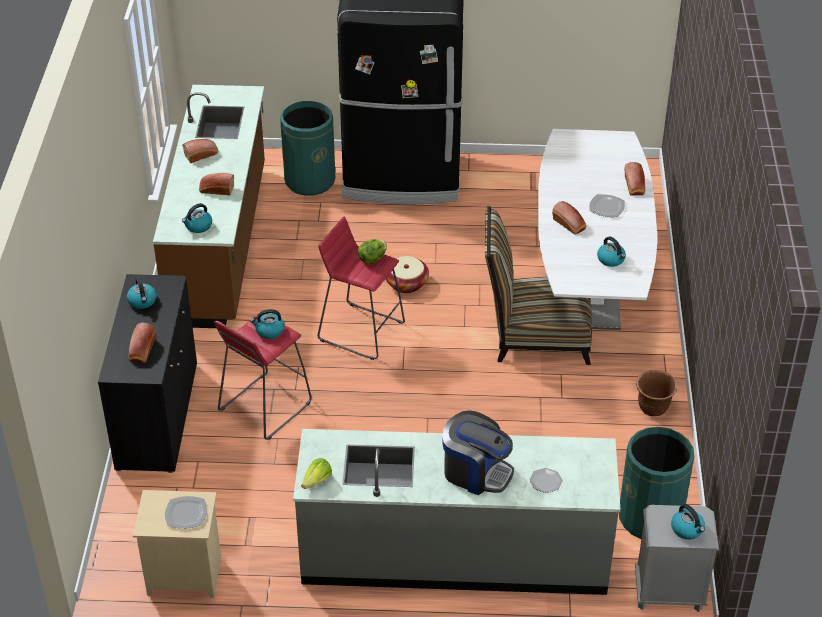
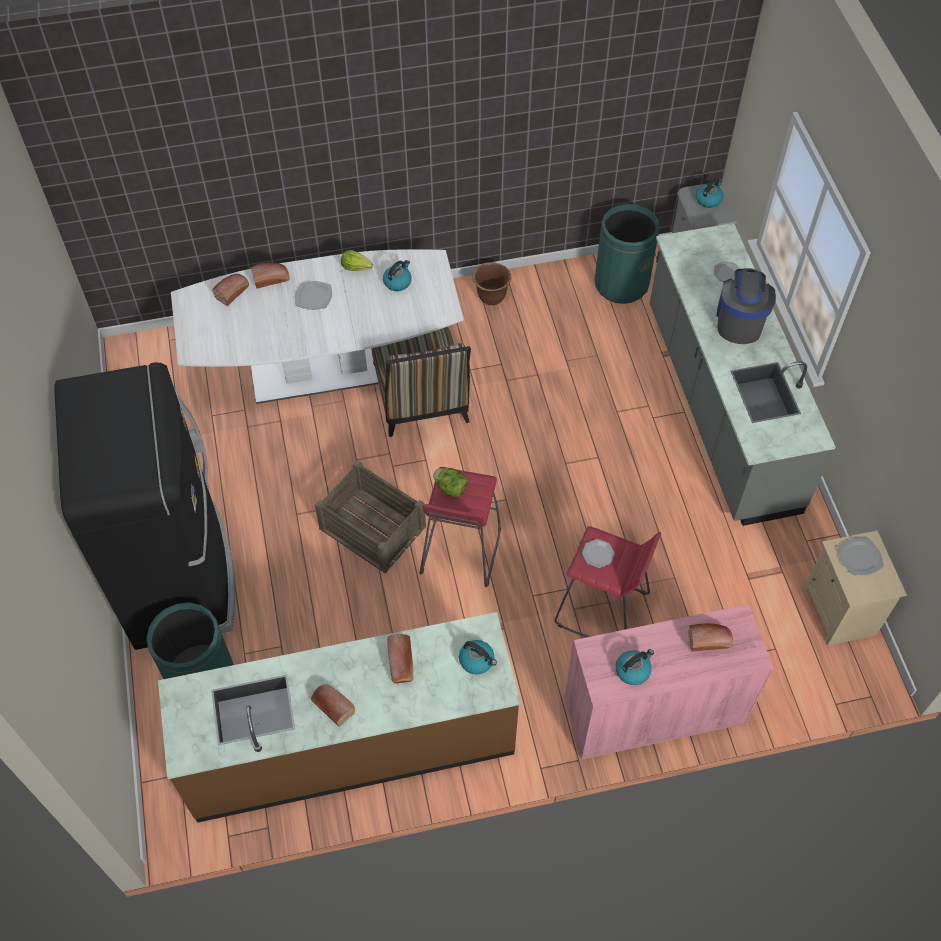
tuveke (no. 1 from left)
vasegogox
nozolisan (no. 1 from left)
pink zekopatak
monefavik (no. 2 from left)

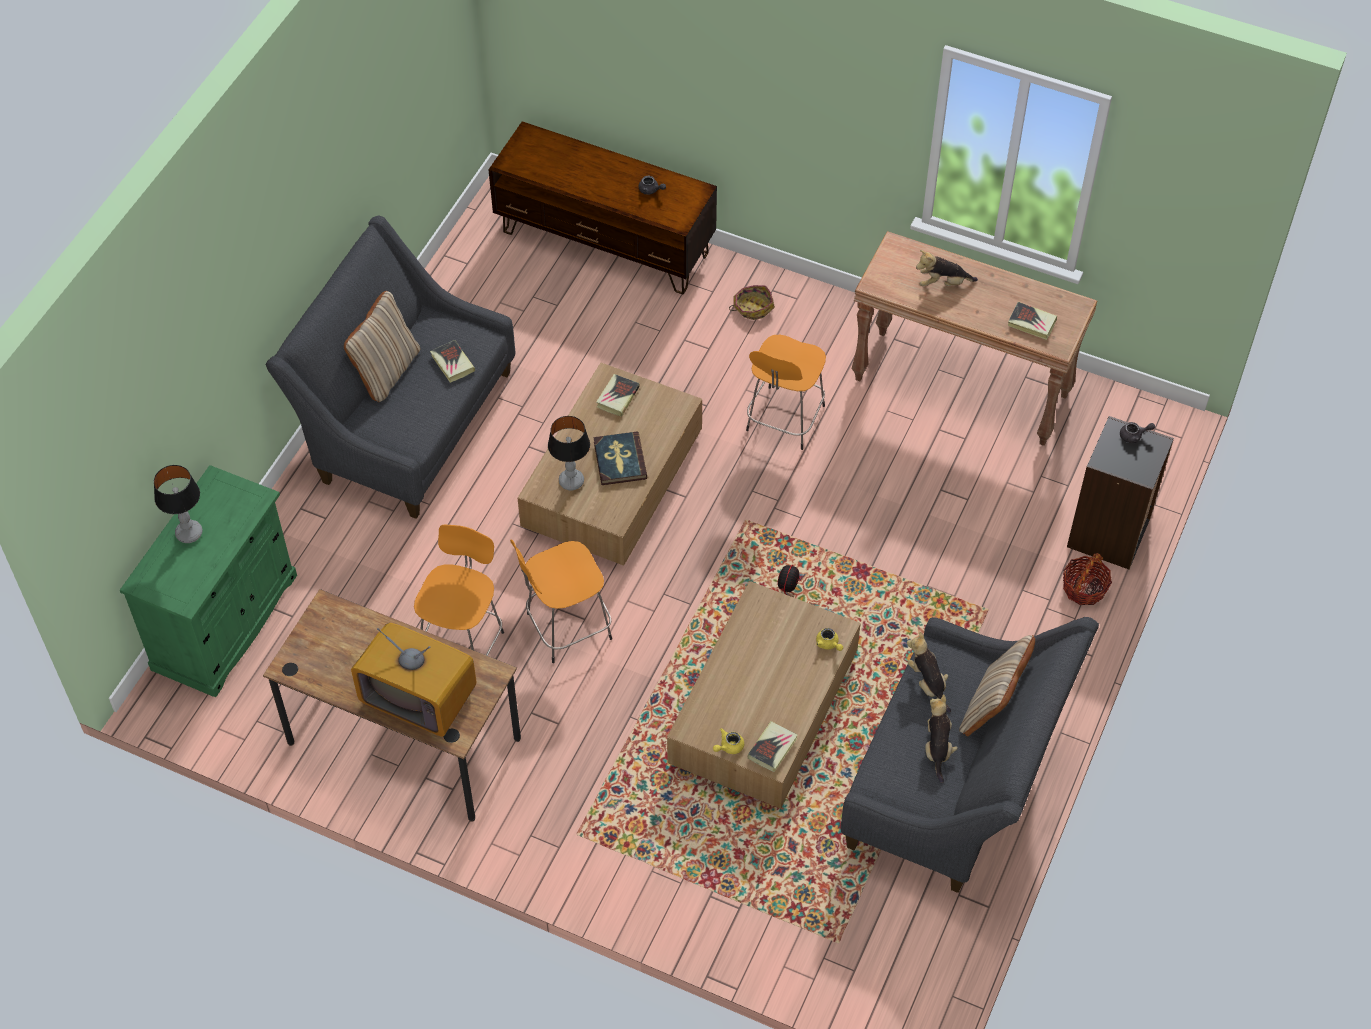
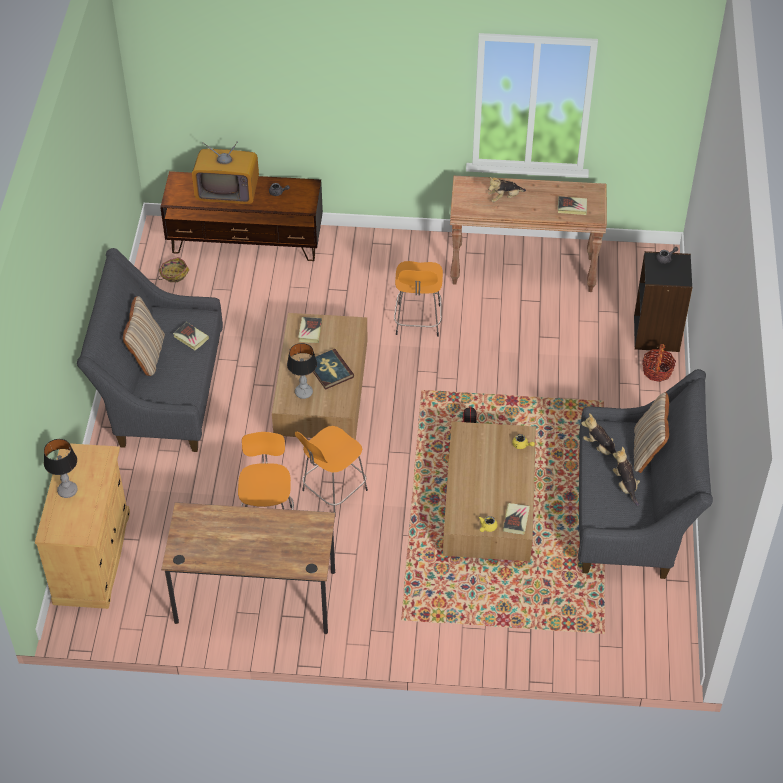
beige zekopatak
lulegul (no. 1 from left)
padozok

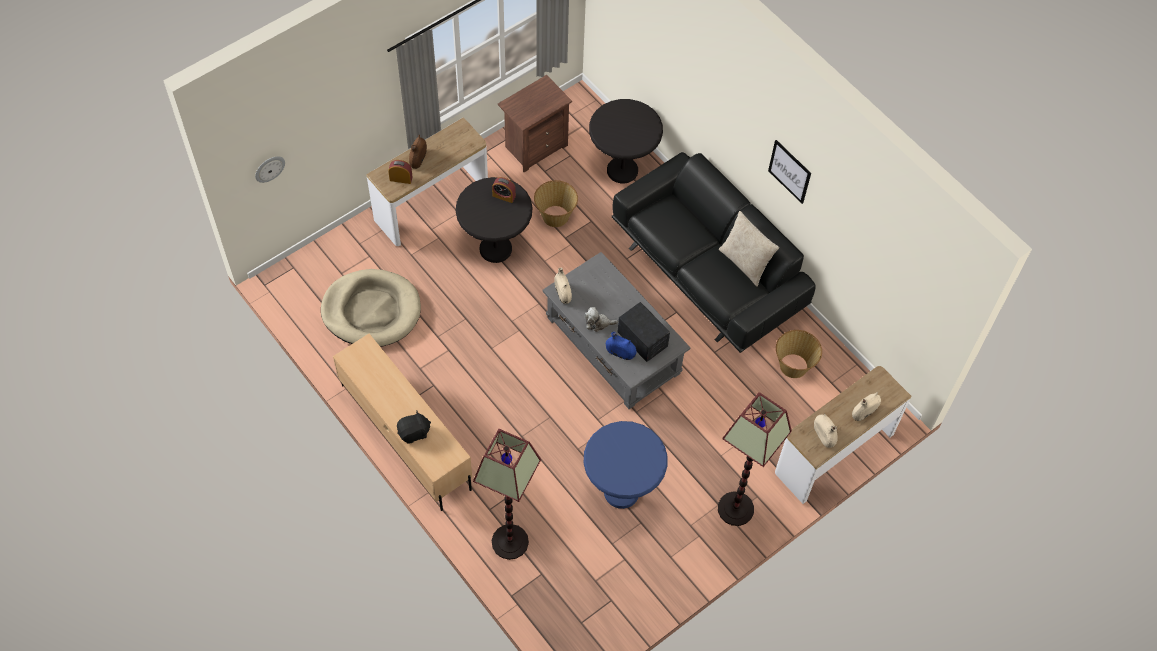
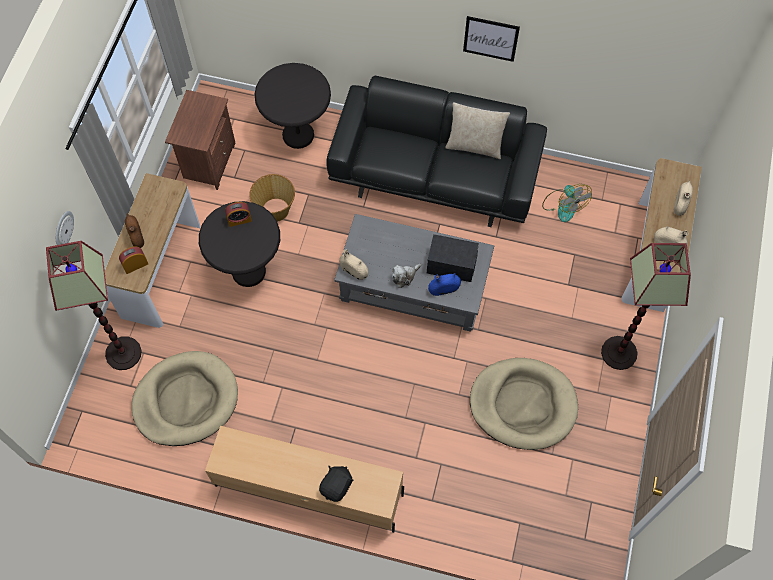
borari (no. 1 from left)
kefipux
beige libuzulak (no. 2 from left)
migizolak

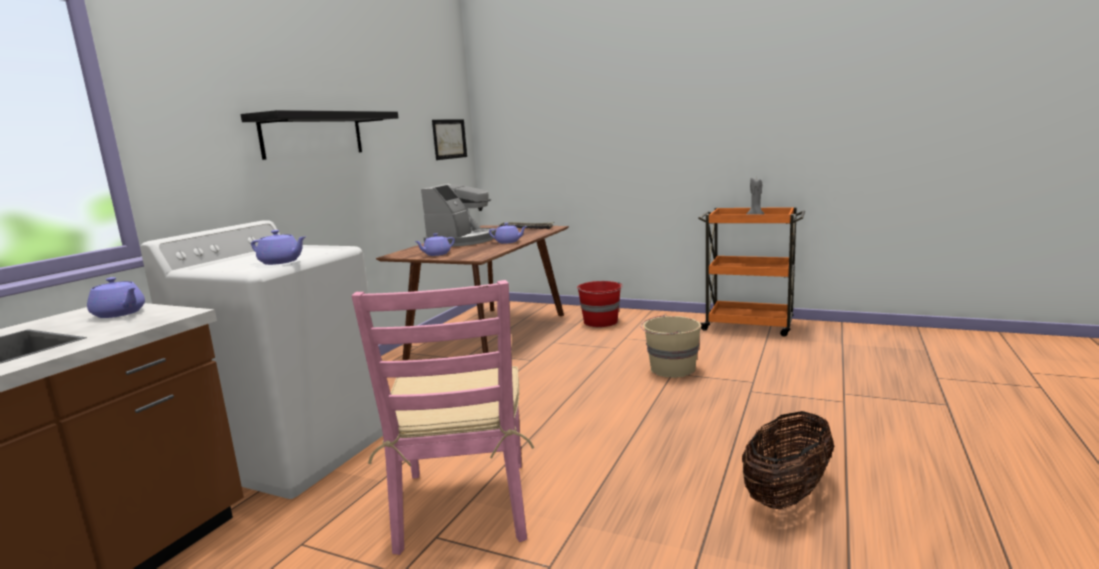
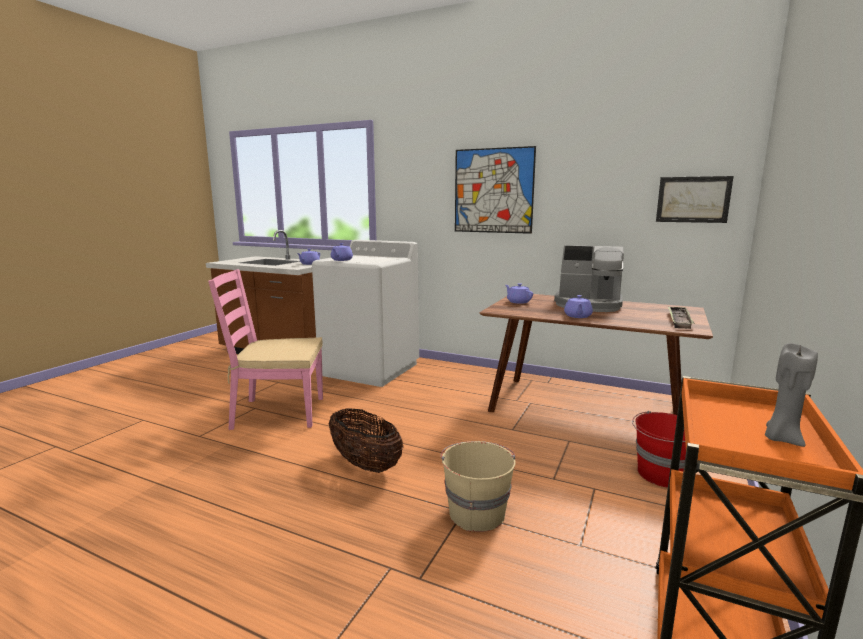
lulegul
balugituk (no. 1 from left)

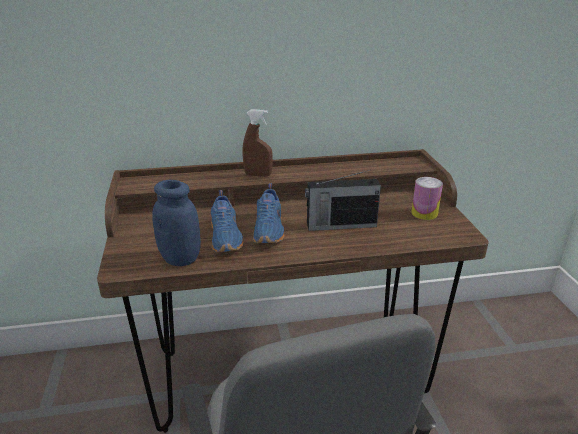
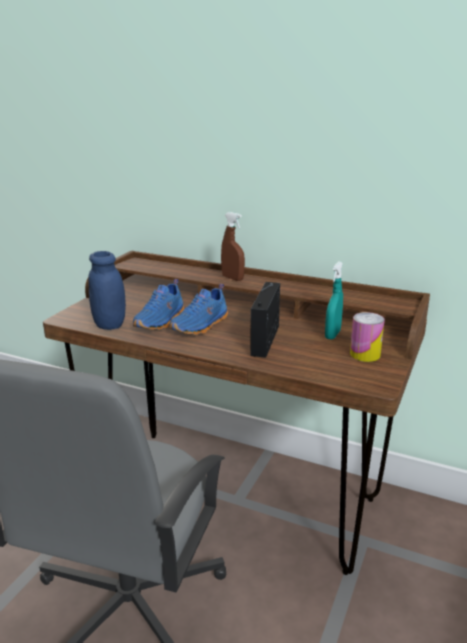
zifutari
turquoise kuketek

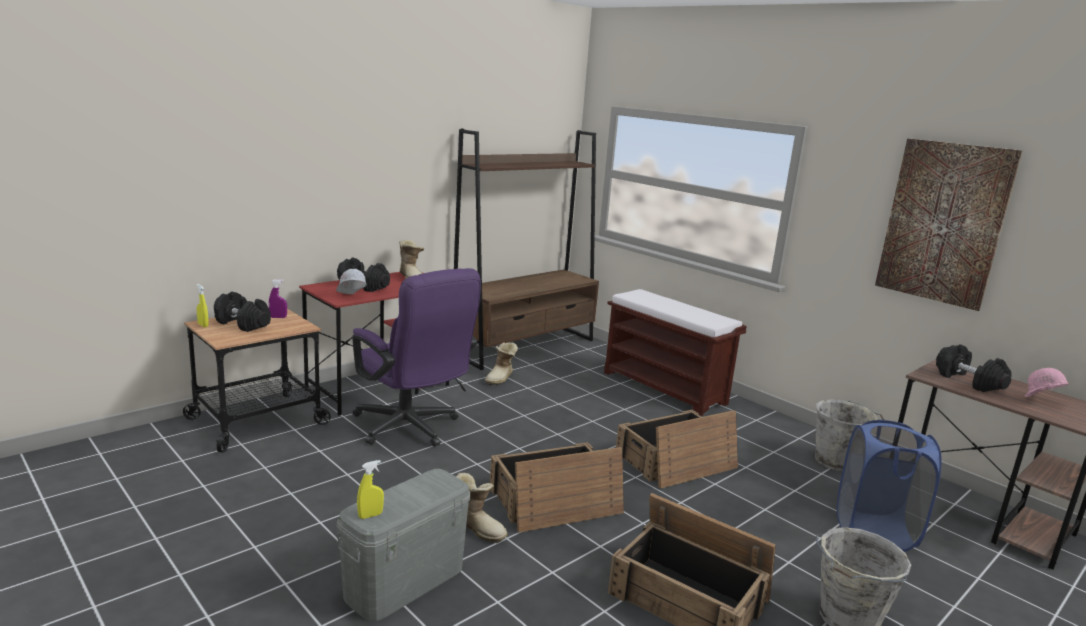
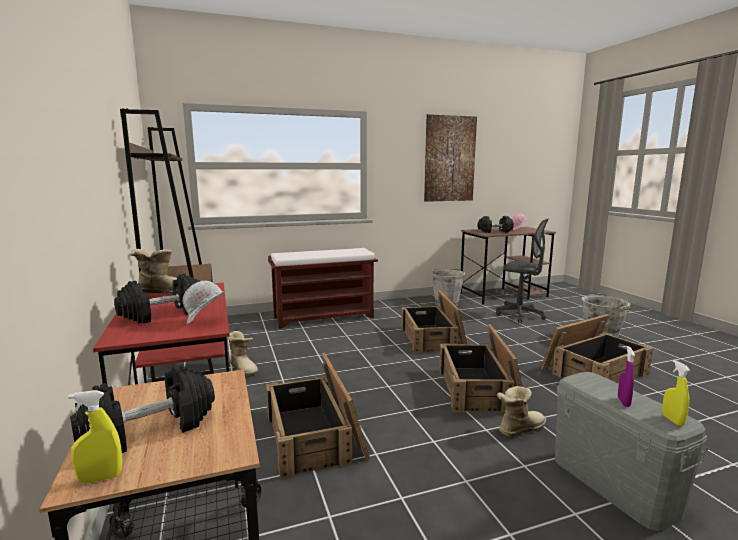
vasegogox (no. 1 from left)
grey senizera
purple kuketek

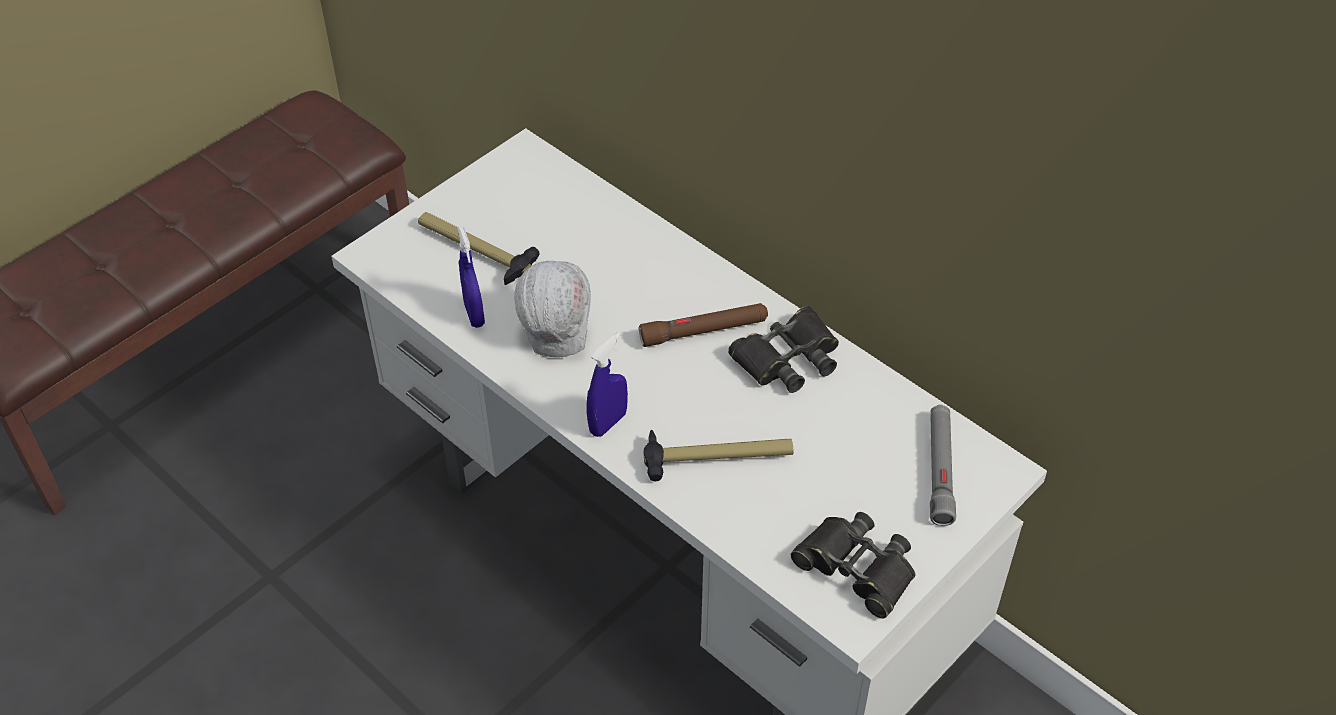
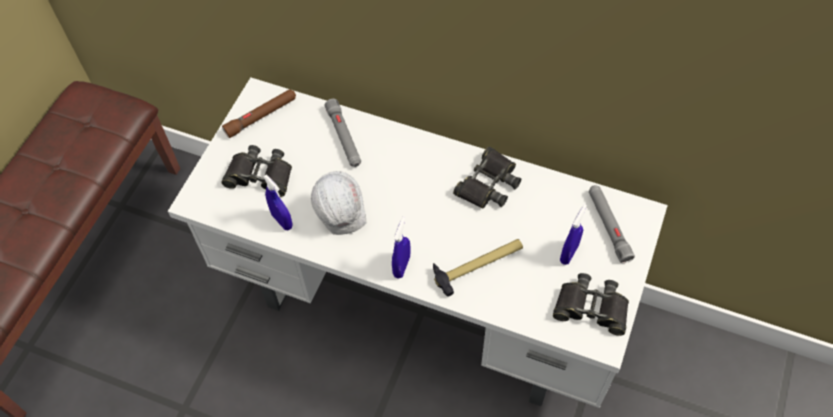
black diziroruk (no. 1 from left)
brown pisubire
grey pisubire (no. 1 from left)
blue kuketek (no. 3 from left)

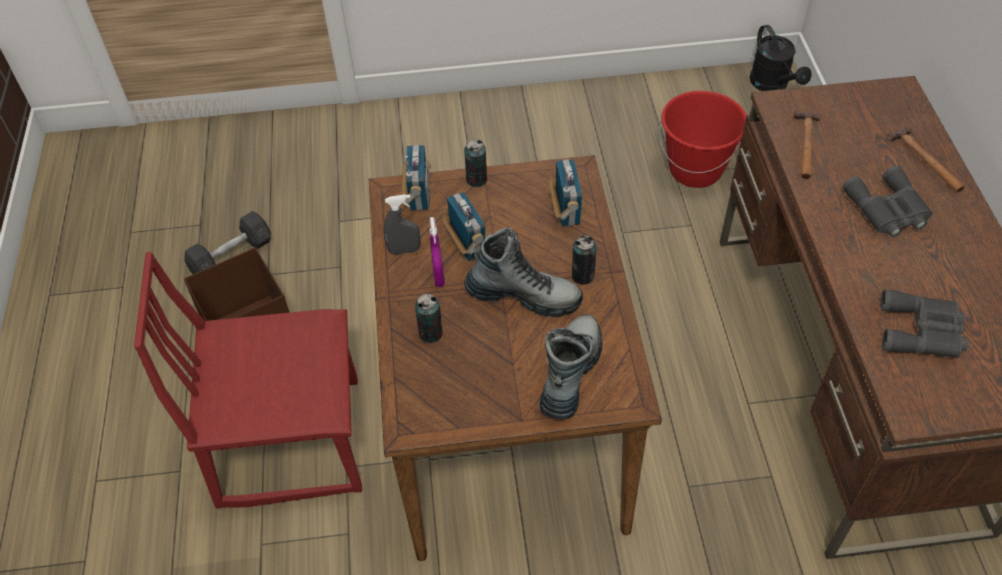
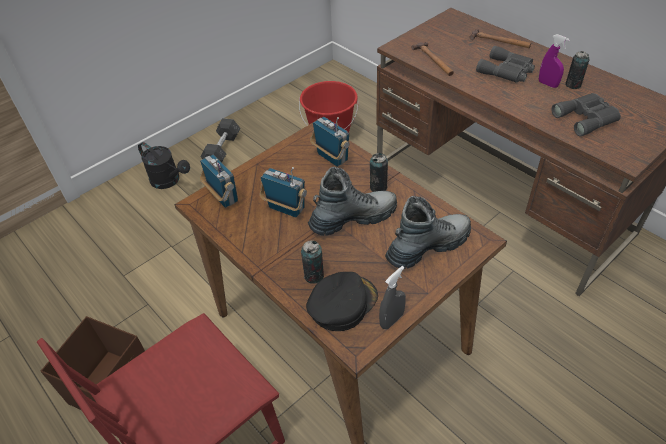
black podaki
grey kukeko
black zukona
grey kuketek
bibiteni (no. 2 from left)
purple kuketek
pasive (no. 3 from left)

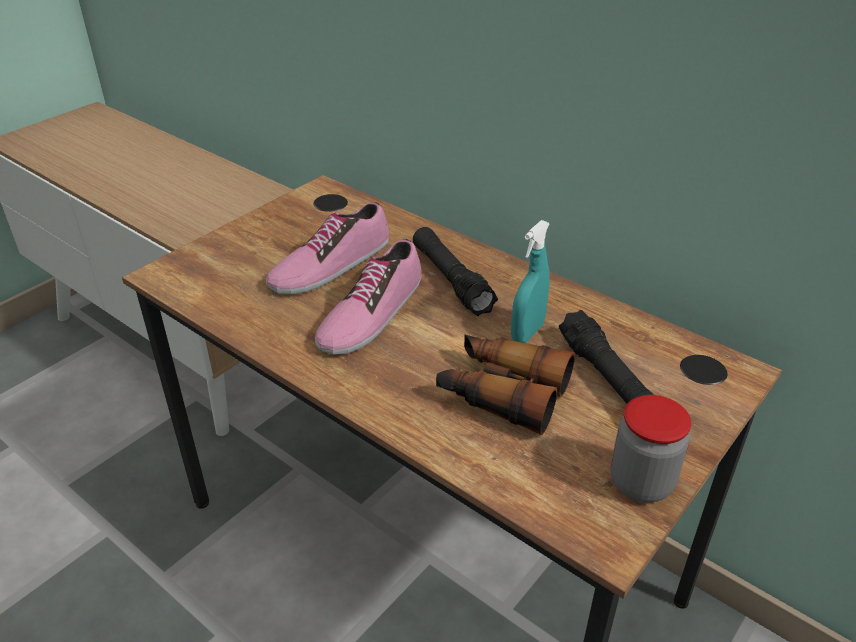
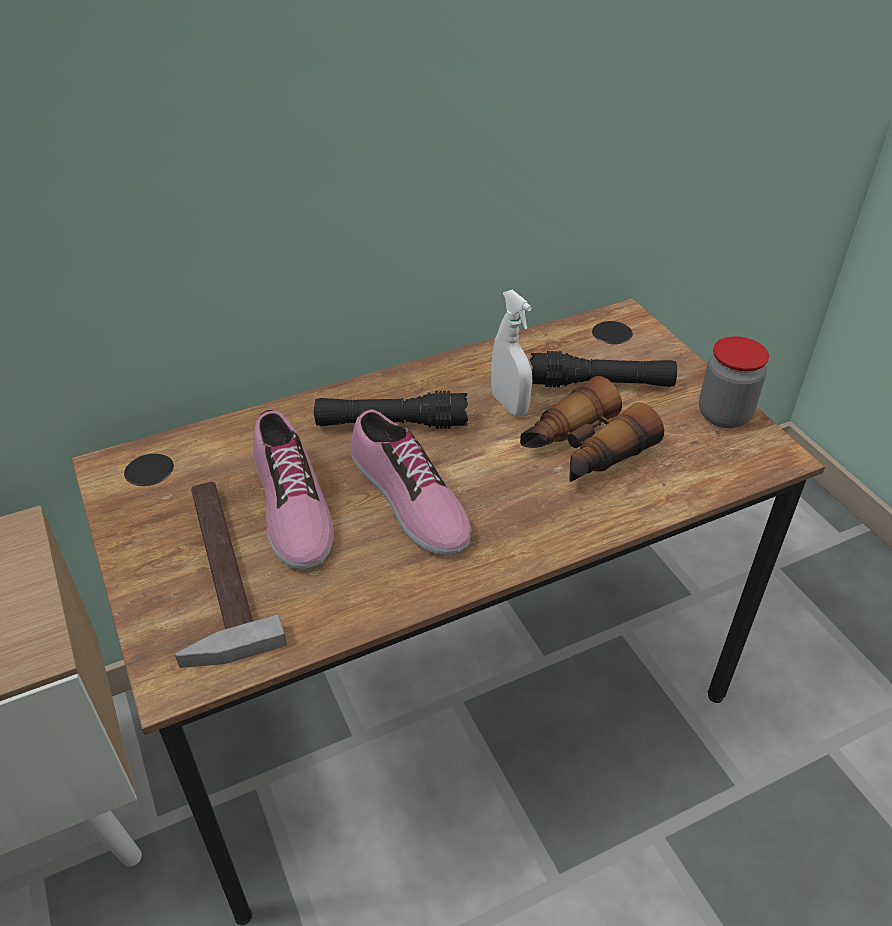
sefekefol
white kuketek

